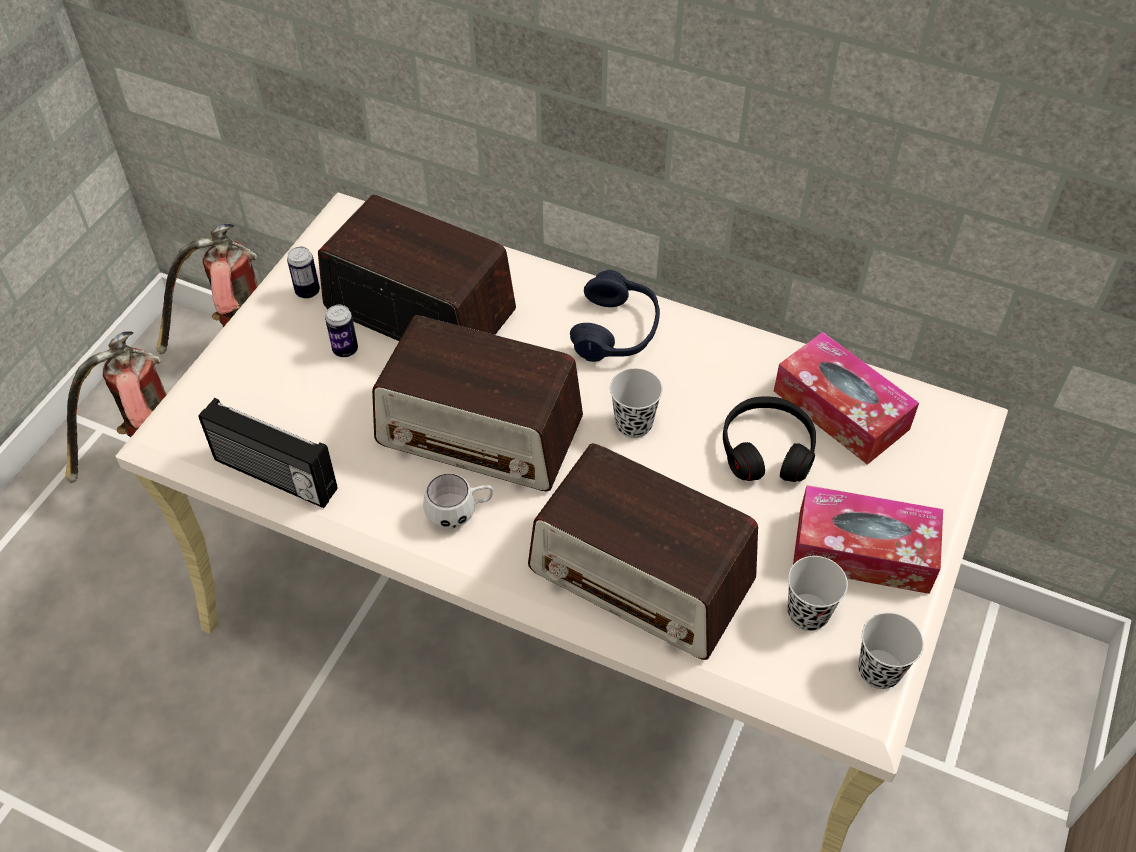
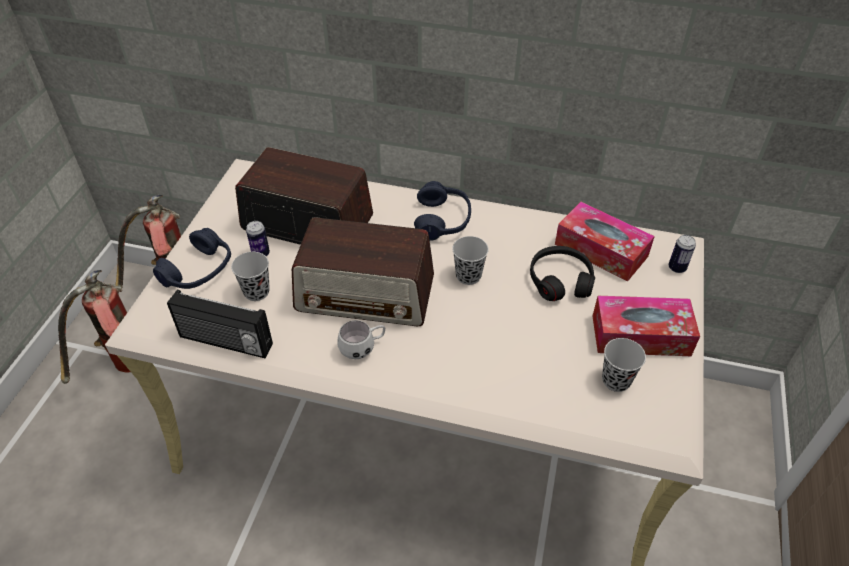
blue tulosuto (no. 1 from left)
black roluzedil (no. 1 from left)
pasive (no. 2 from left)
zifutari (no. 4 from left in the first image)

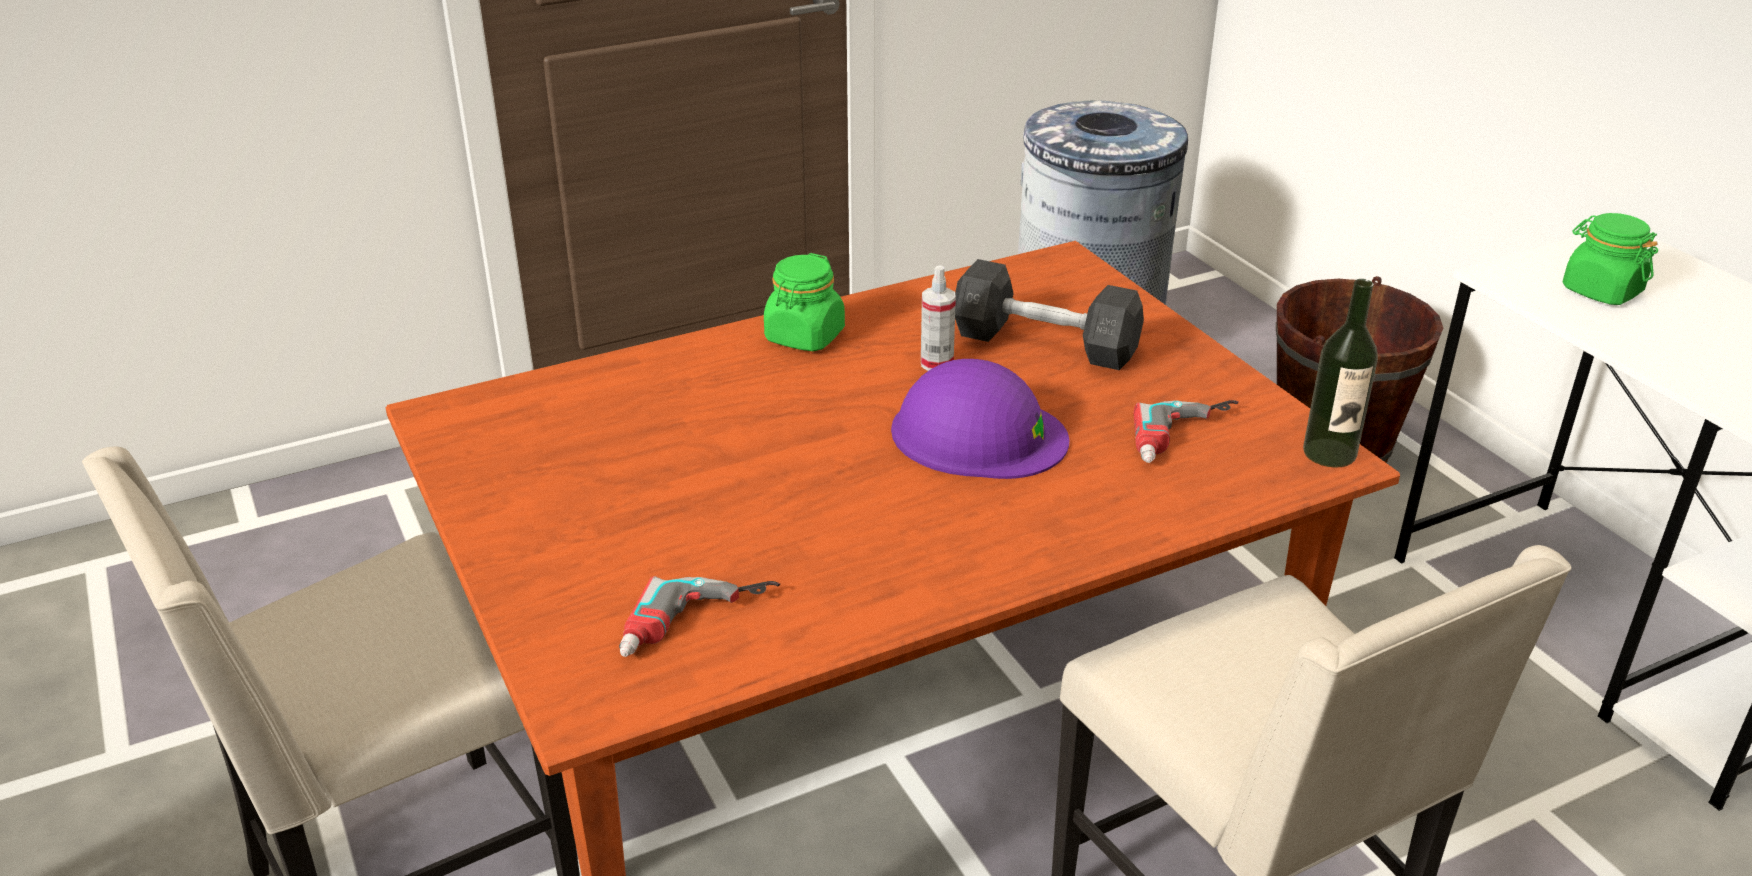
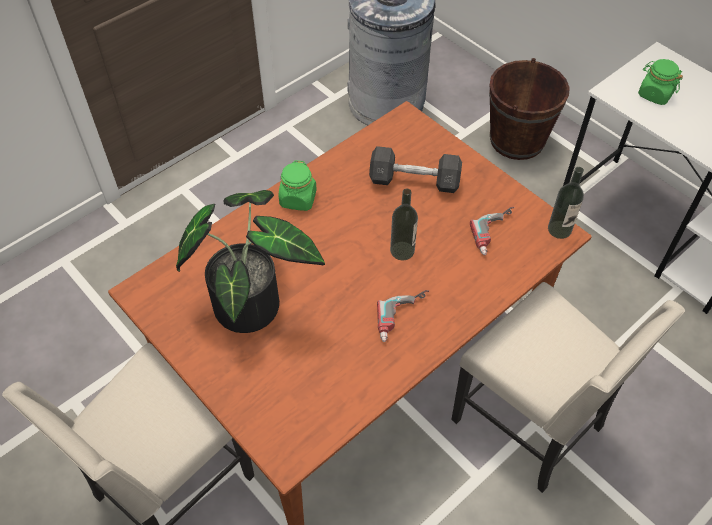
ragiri
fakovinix (no. 1 from left)
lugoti (no. 1 from left)
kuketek

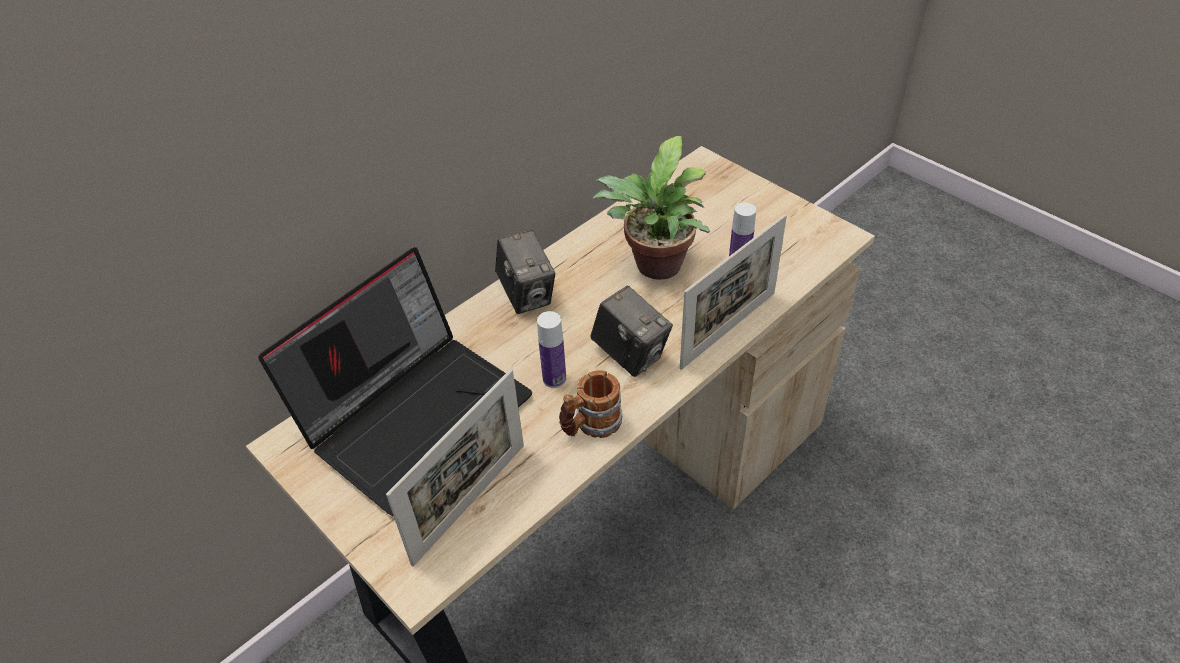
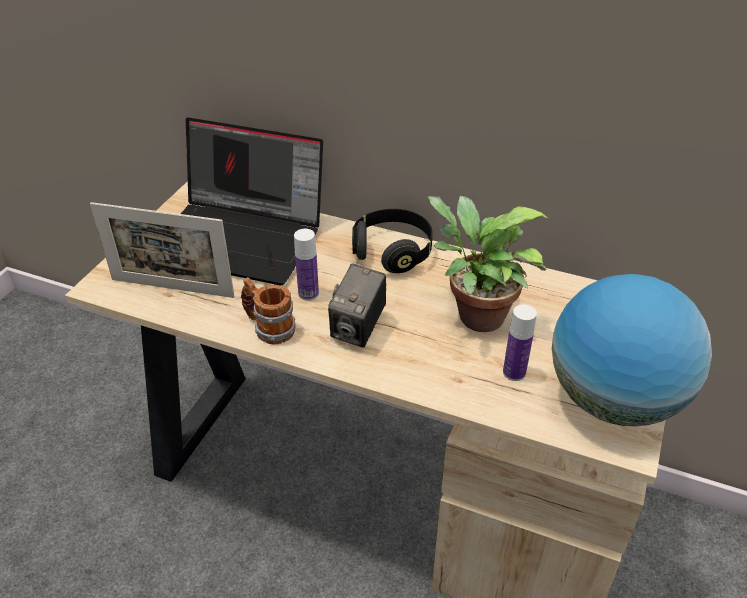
black tulosuto
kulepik
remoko (no. 2 from left in the first image)

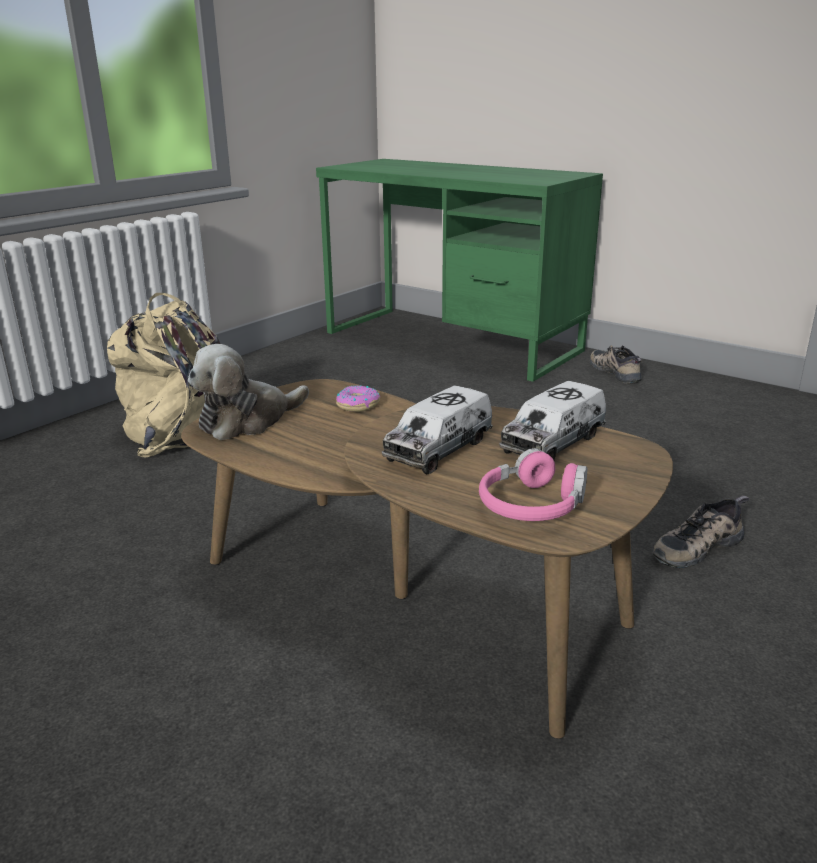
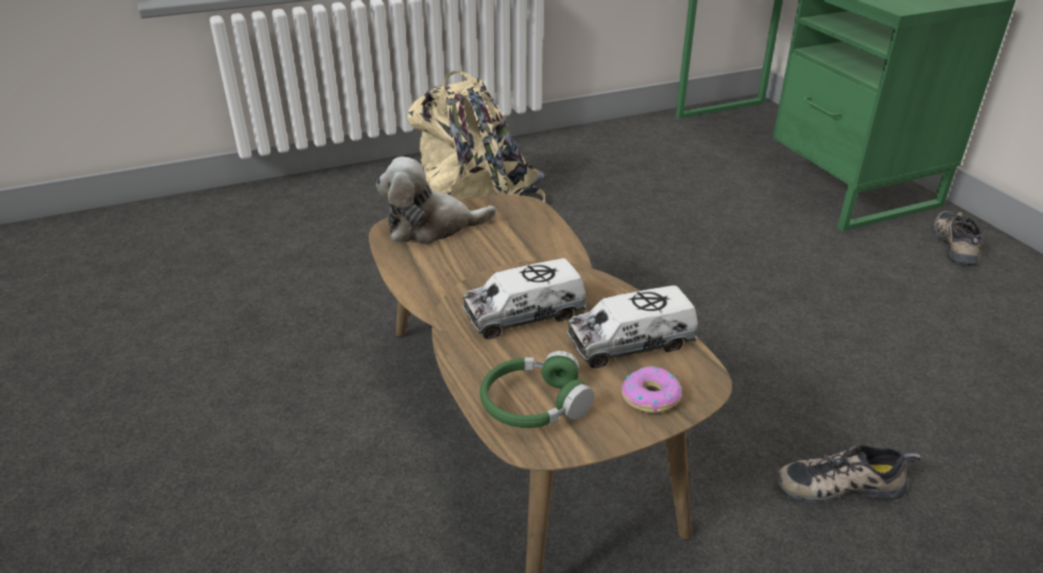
green tulosuto
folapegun

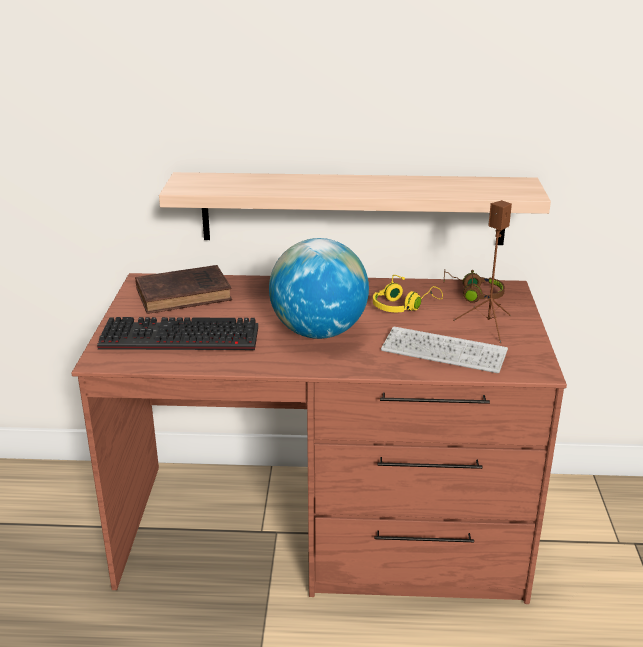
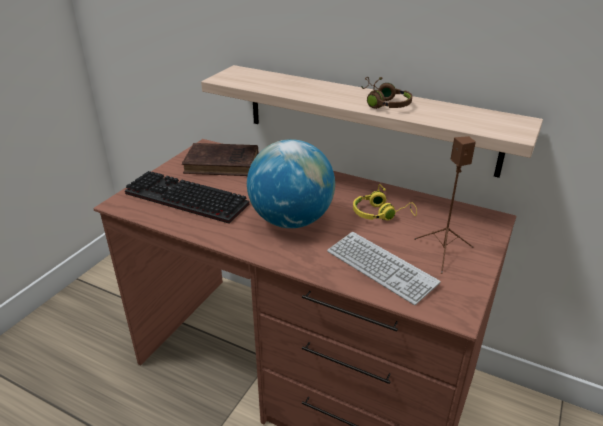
brown tulosuto

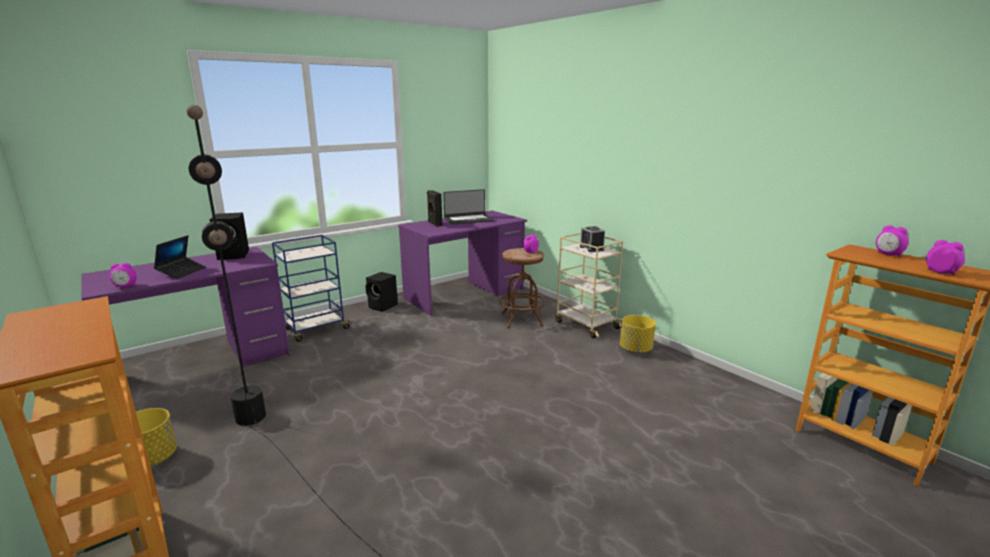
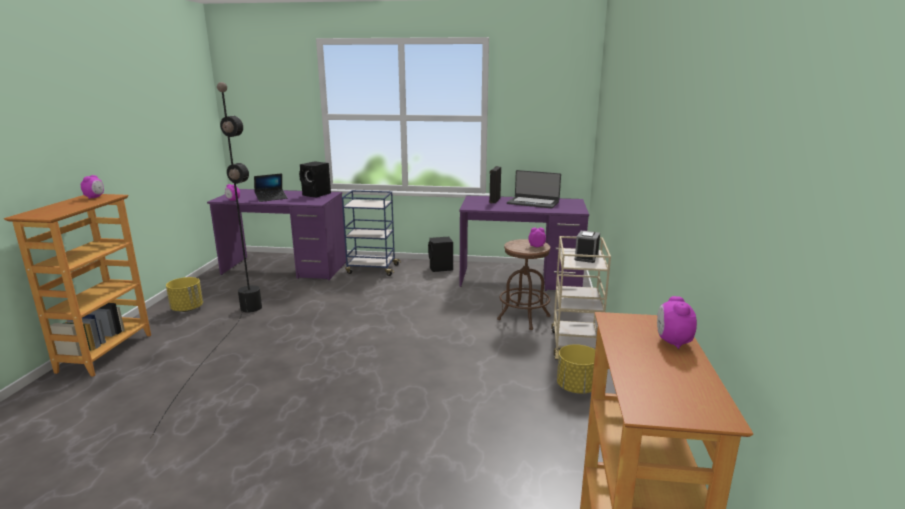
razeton (no. 1 from left)

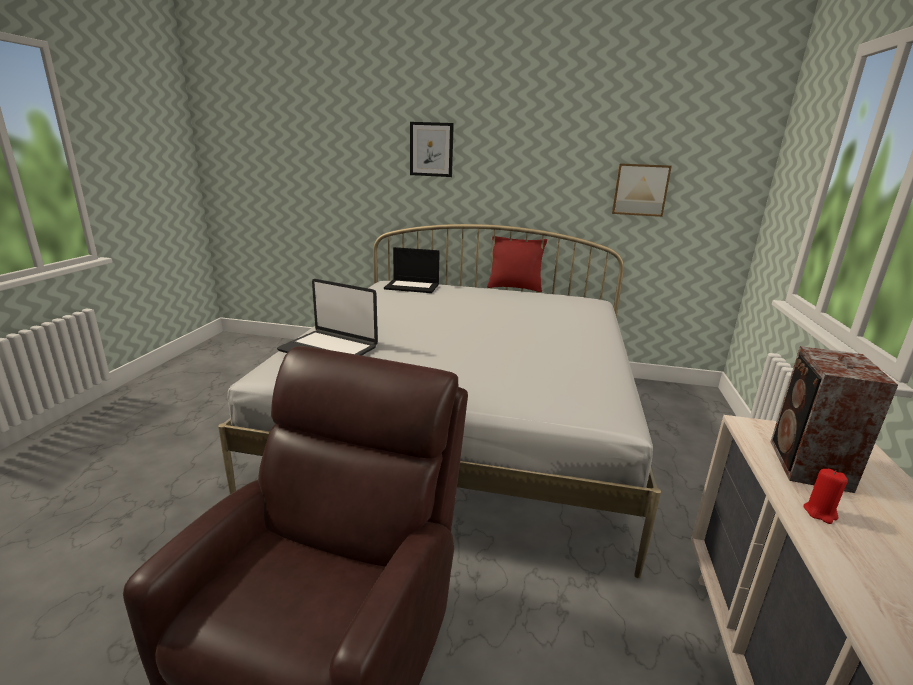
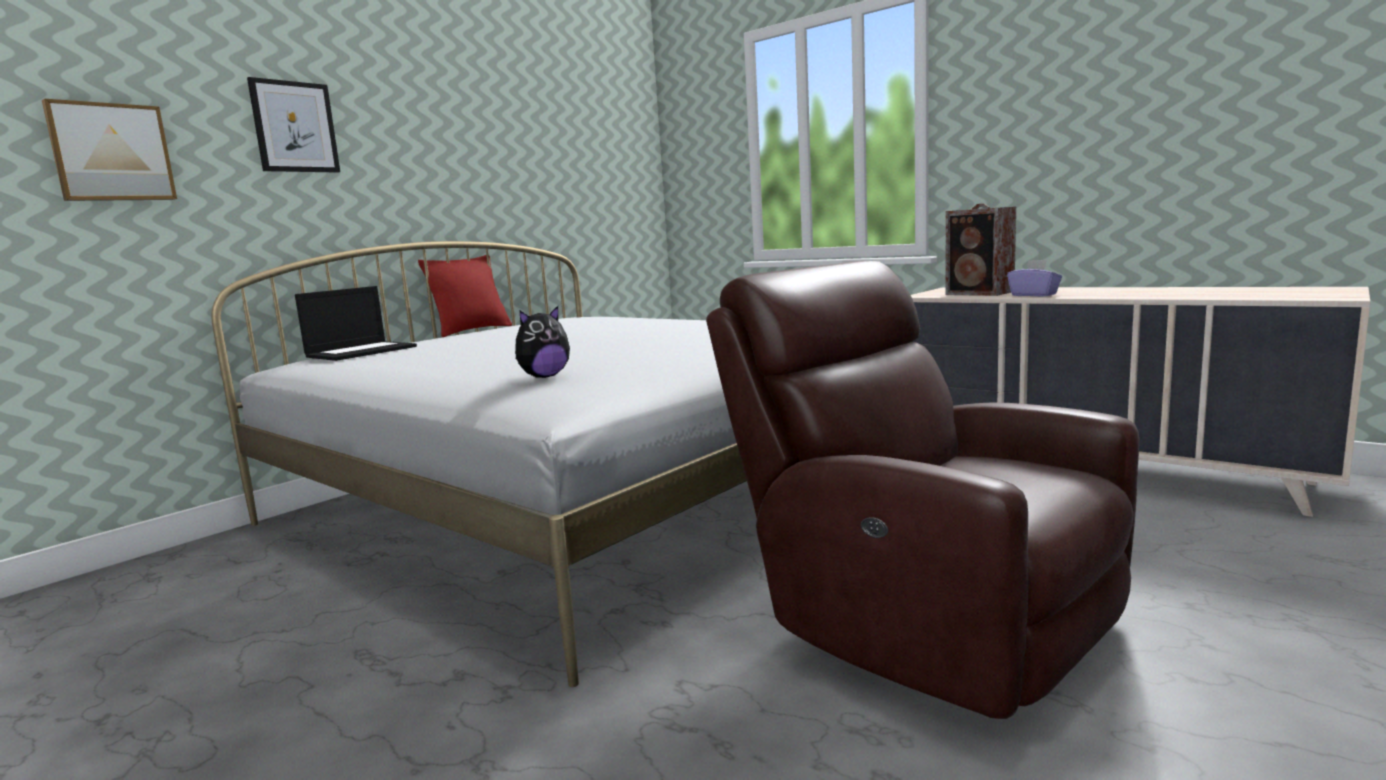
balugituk (no. 1 from left)
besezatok
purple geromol

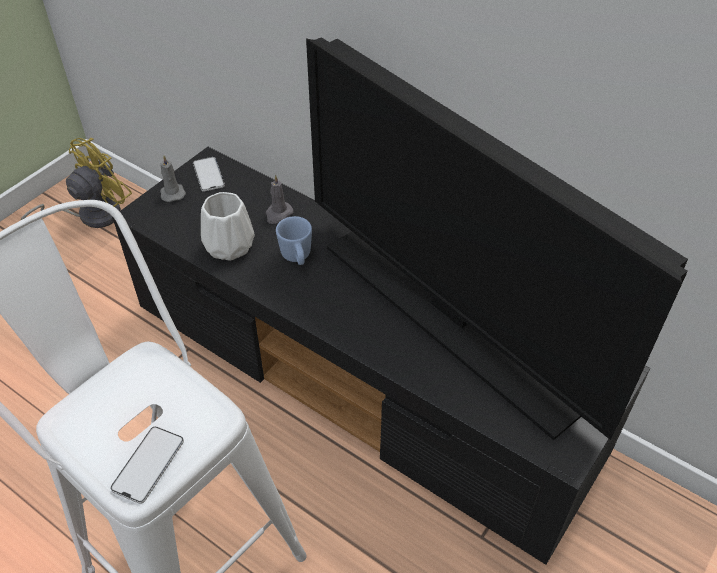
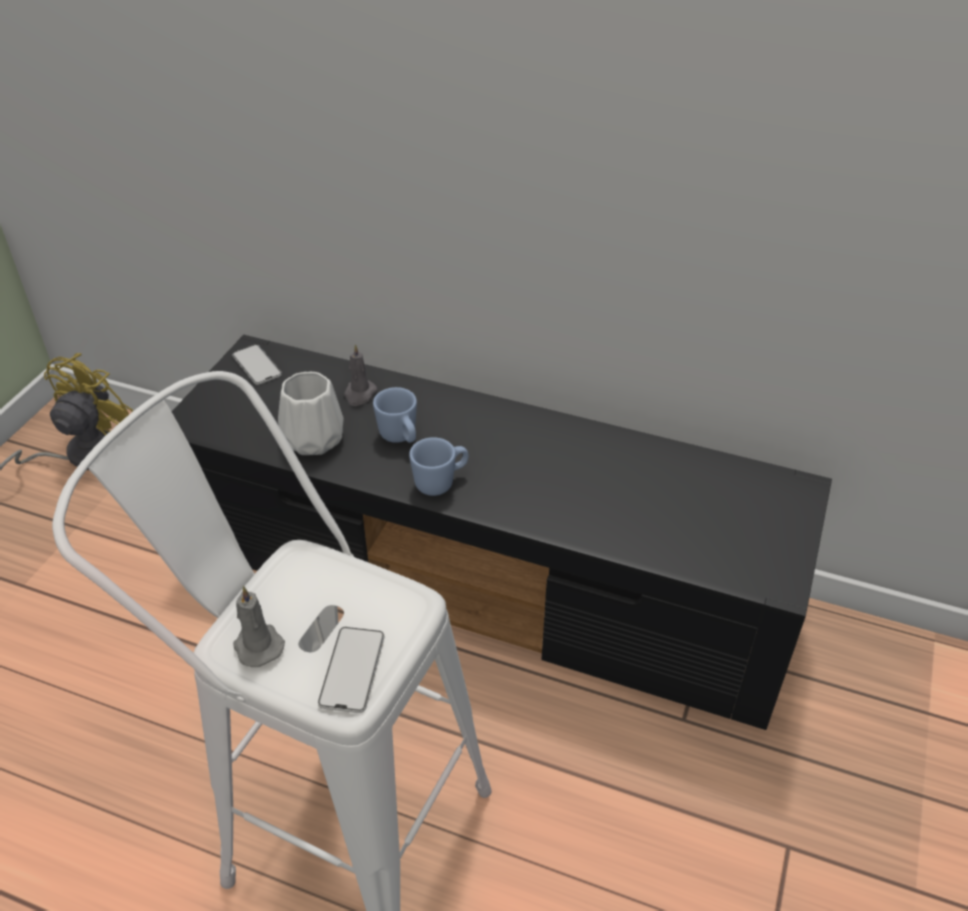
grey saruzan (no. 1 from left)
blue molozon (no. 2 from left)
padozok

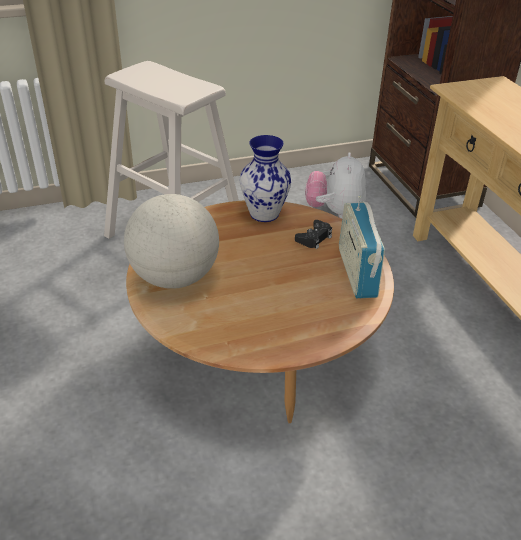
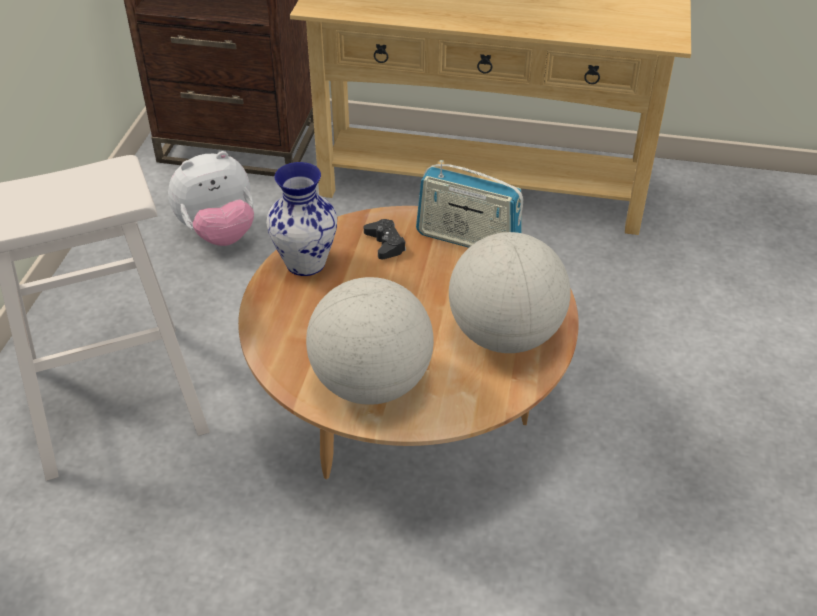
besezatok
kulepik (no. 2 from left)

